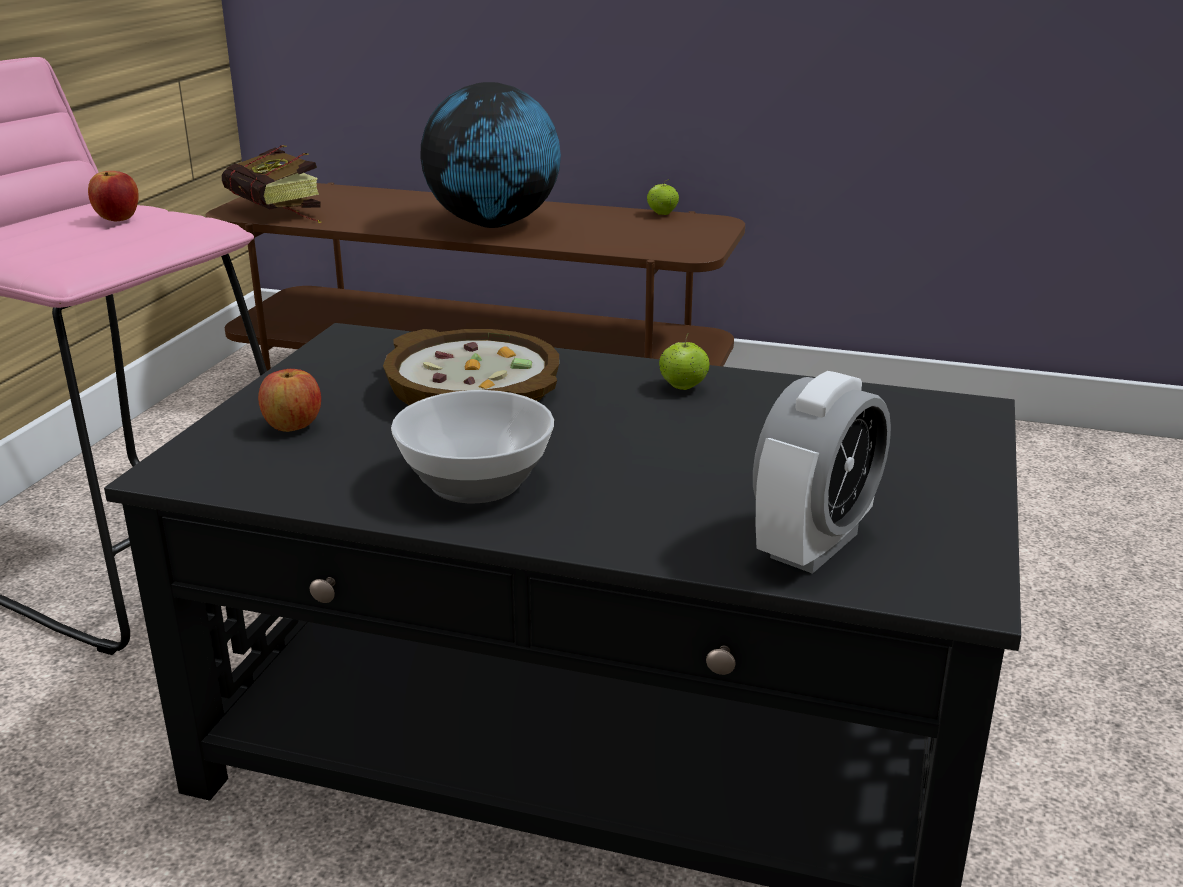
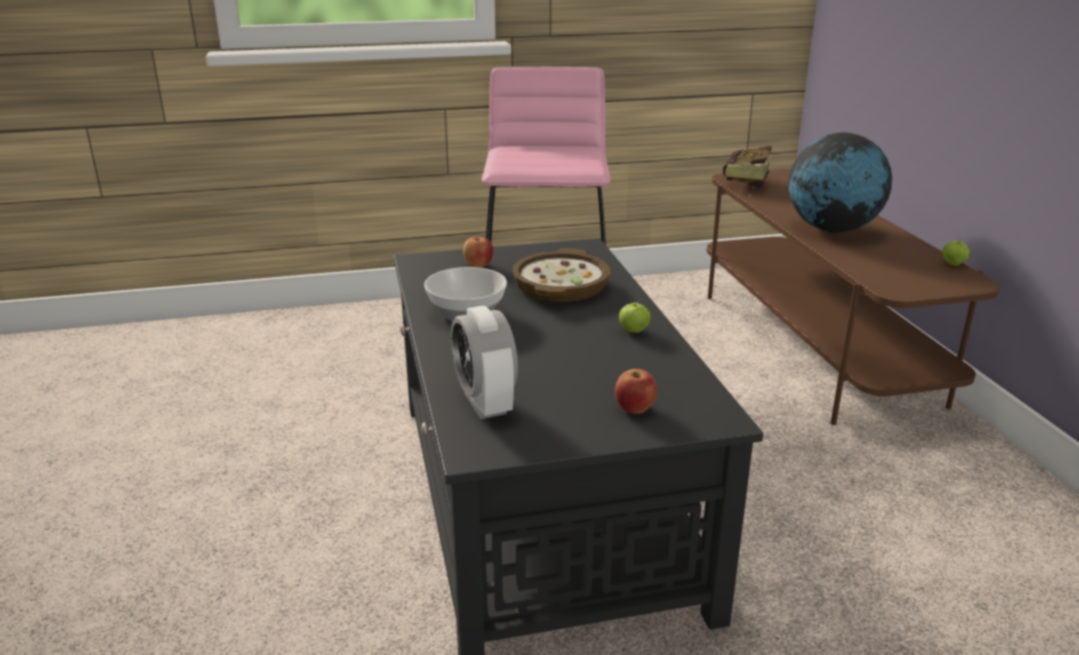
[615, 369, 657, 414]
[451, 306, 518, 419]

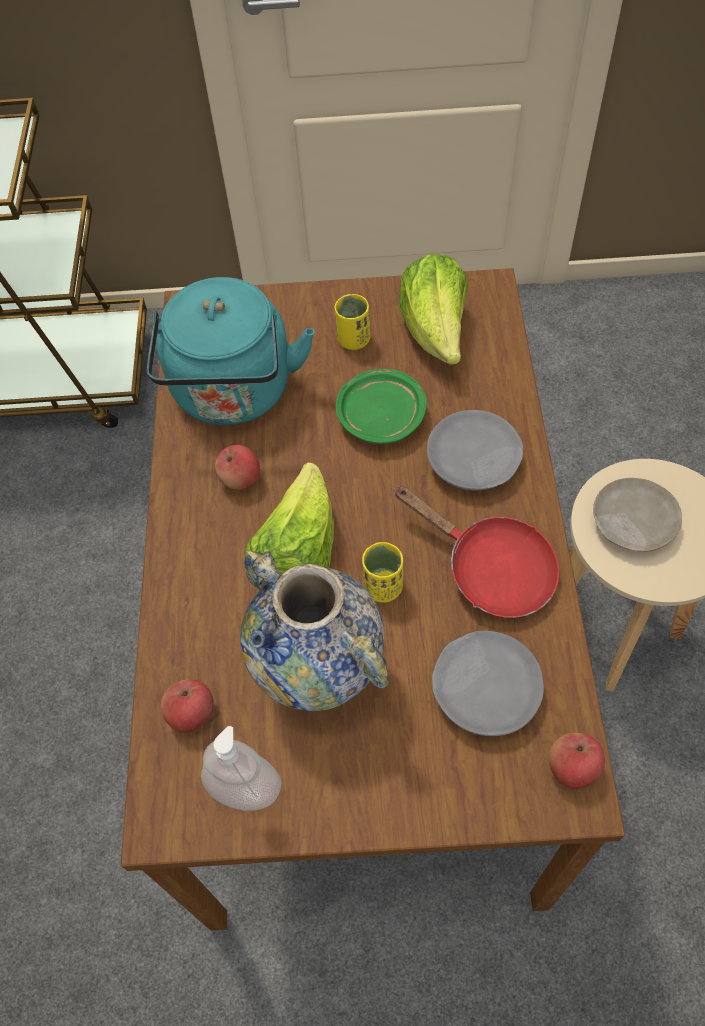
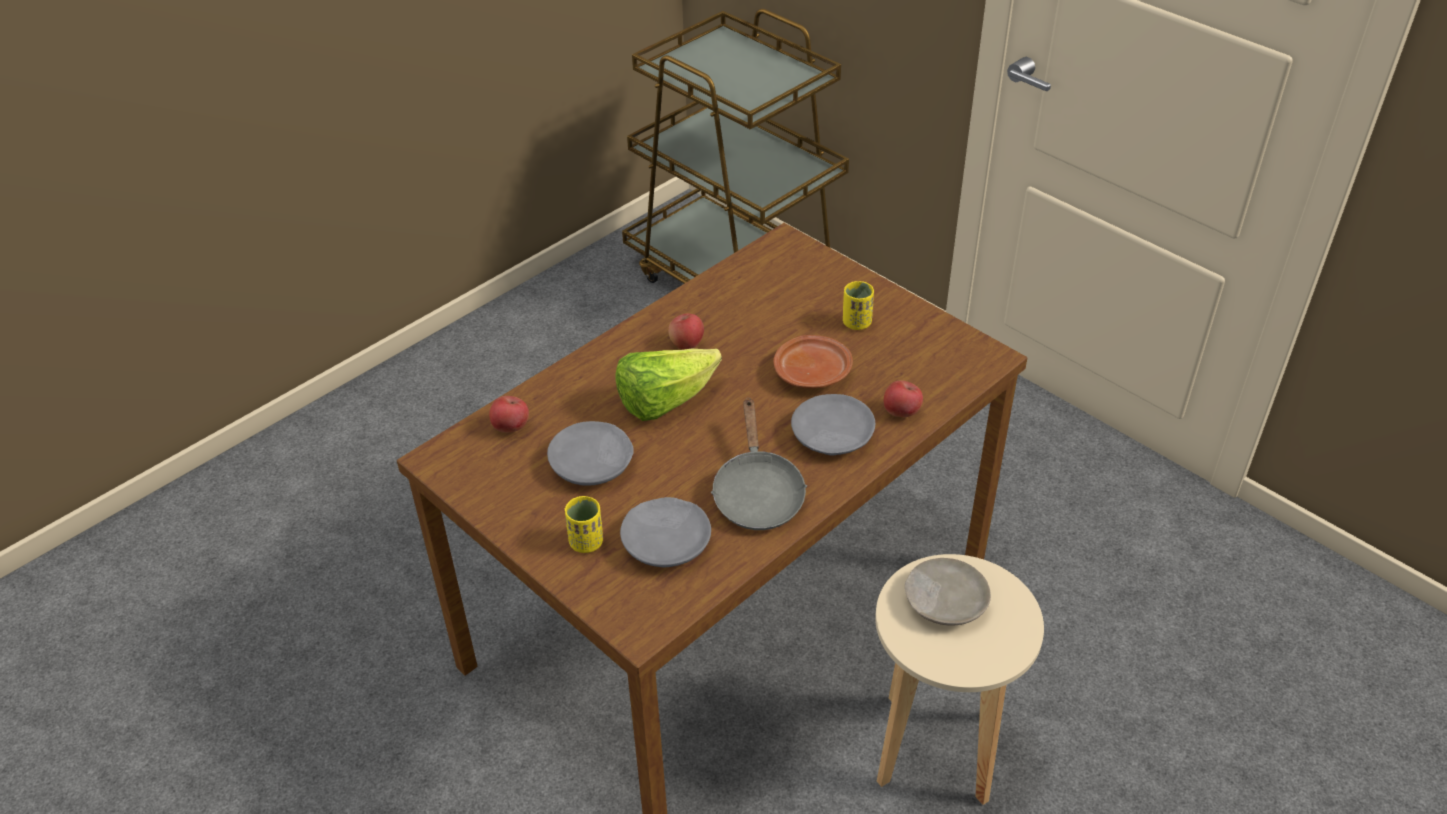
[147, 277, 314, 425] (first image)
[201, 726, 282, 811] (first image)
[547, 421, 634, 486]
[773, 335, 853, 388]
[565, 496, 603, 553]
[711, 398, 807, 530]
[399, 254, 468, 365] (first image)
[884, 380, 923, 417]

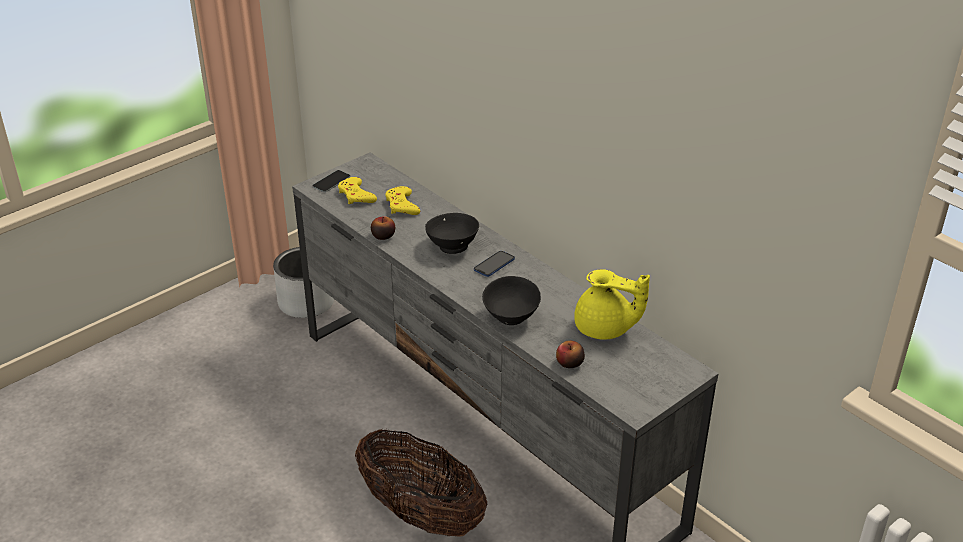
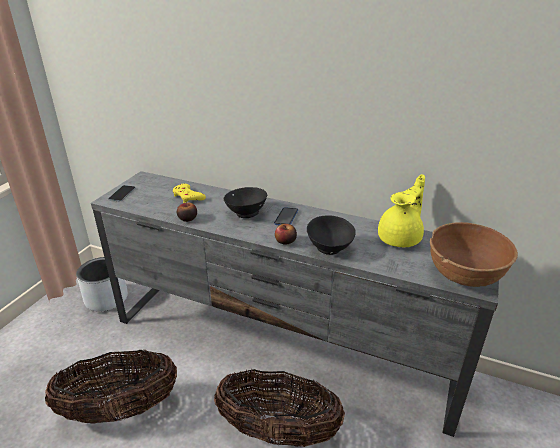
[338, 177, 377, 204] (first image)
[275, 224, 297, 244]
[378, 174, 425, 247]
[45, 349, 177, 424]
[430, 222, 518, 287]

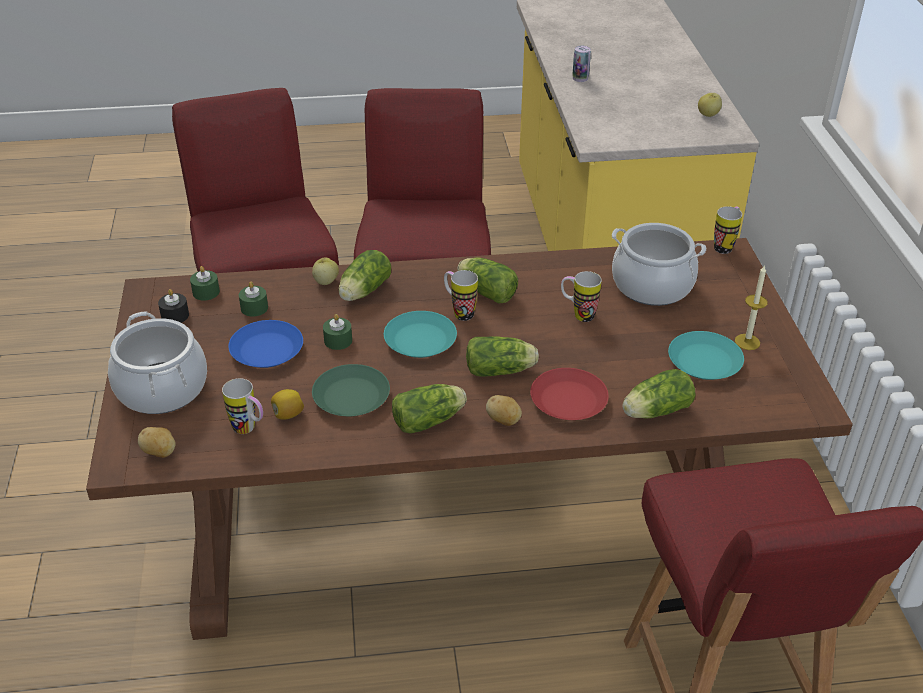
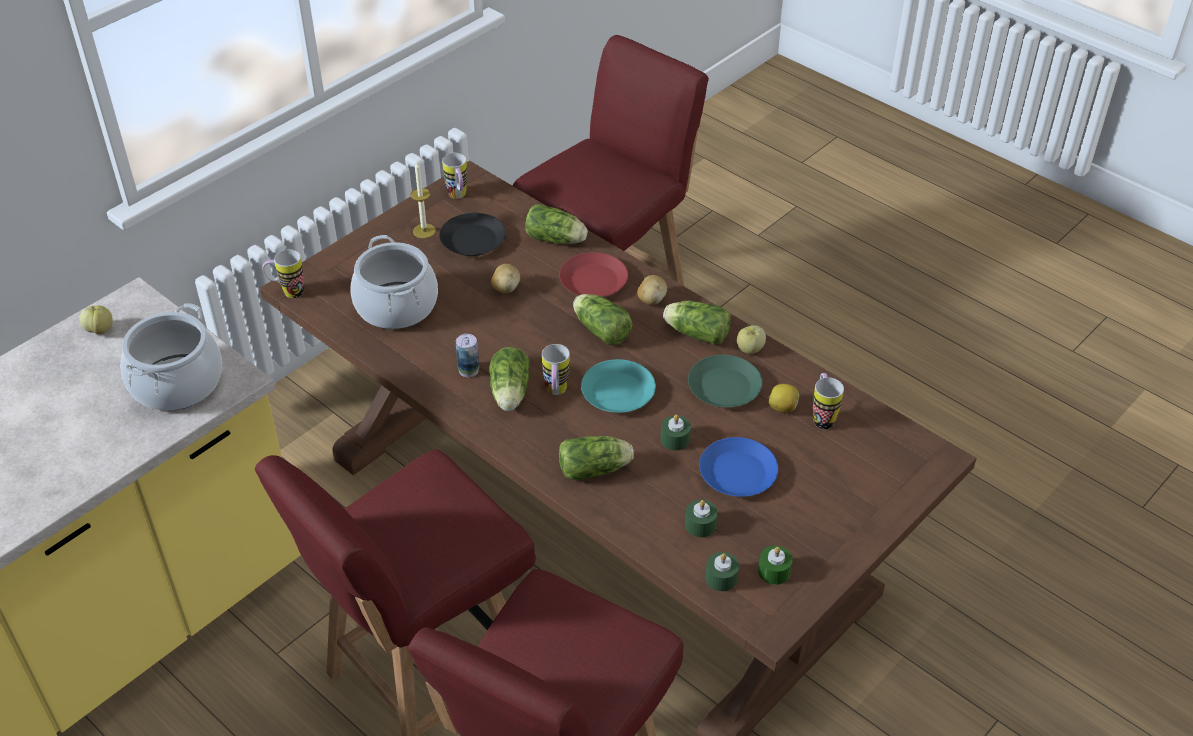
[120, 303, 222, 411]
[491, 264, 520, 293]
[758, 546, 793, 585]
[737, 325, 766, 354]
[442, 153, 467, 199]
[456, 334, 479, 377]
[439, 213, 506, 256]

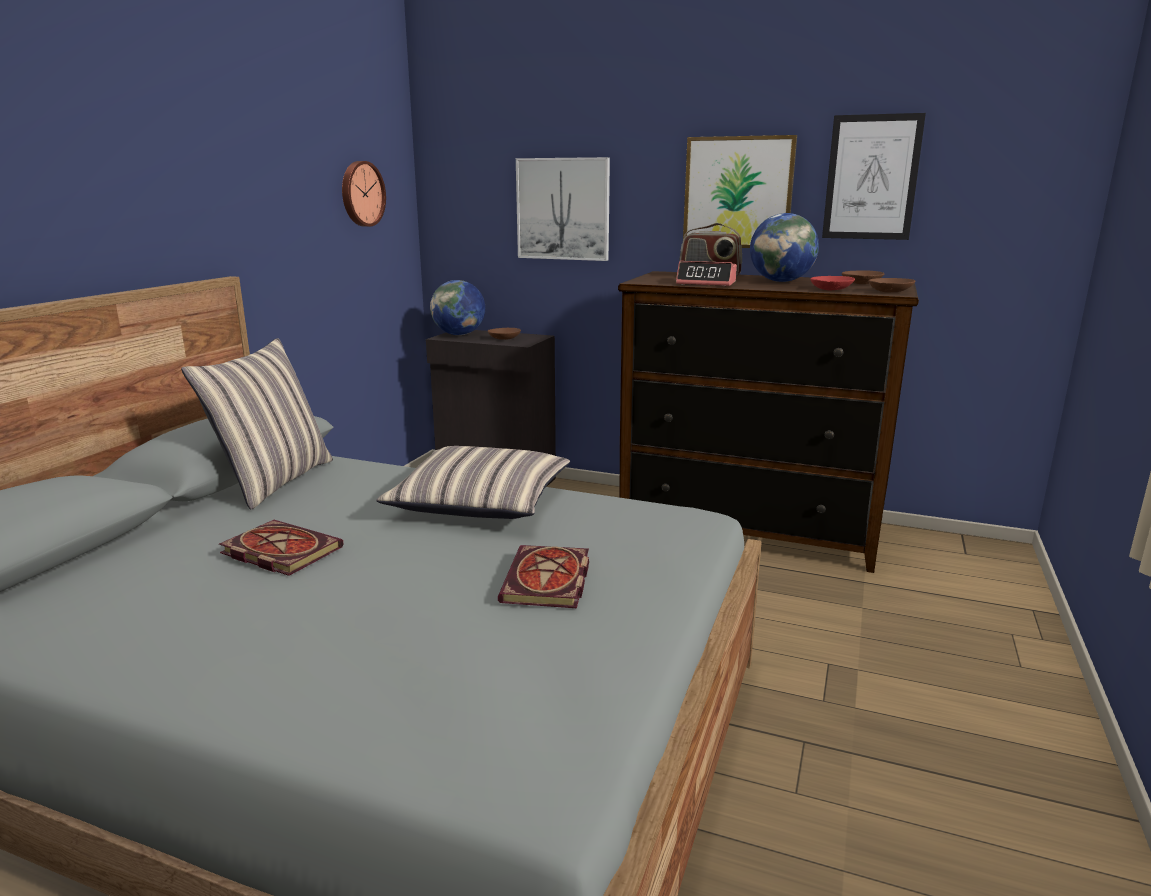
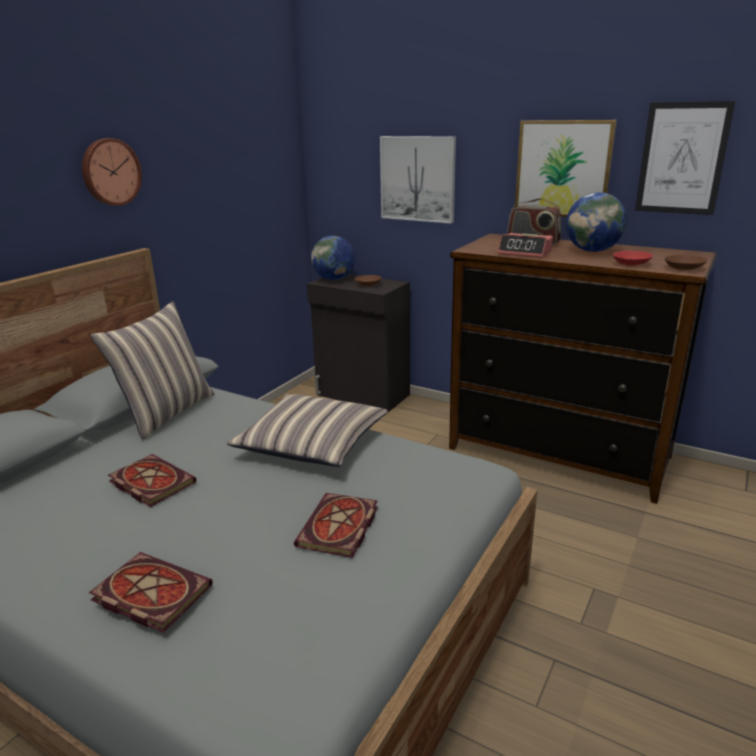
[82, 138, 142, 206]
[842, 271, 884, 284] (first image)
[89, 552, 213, 633]

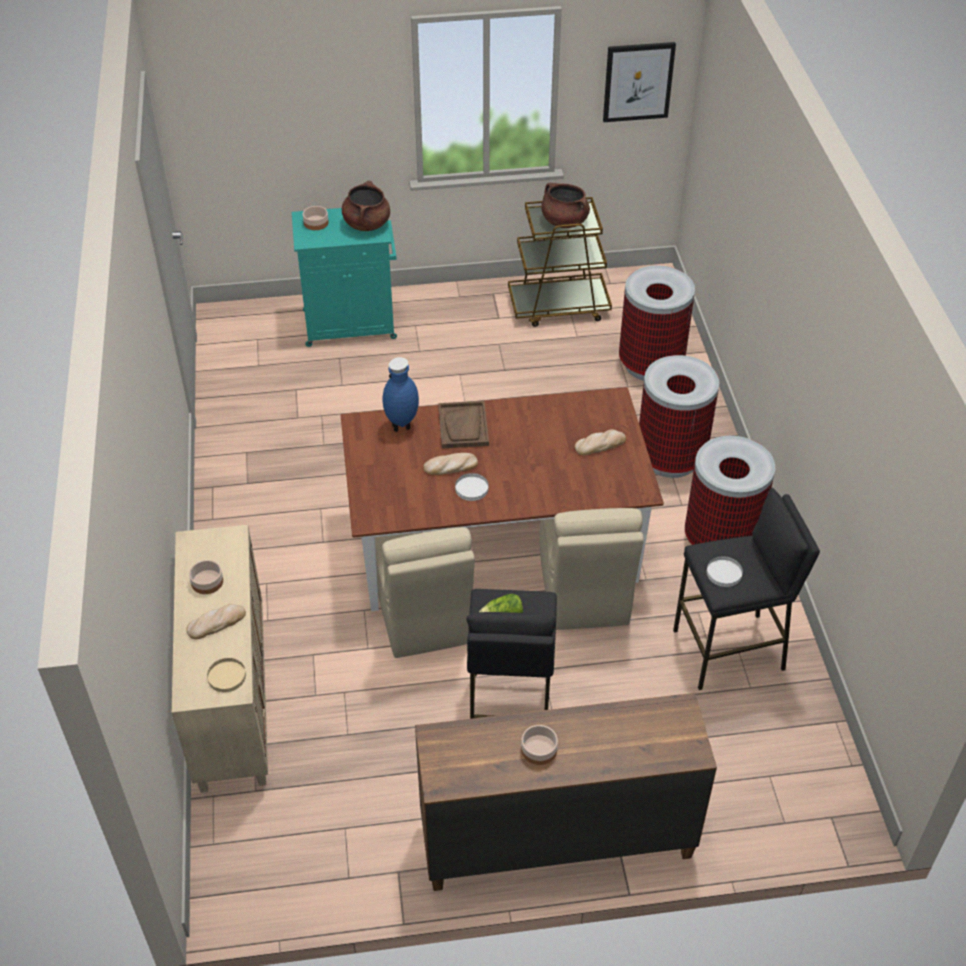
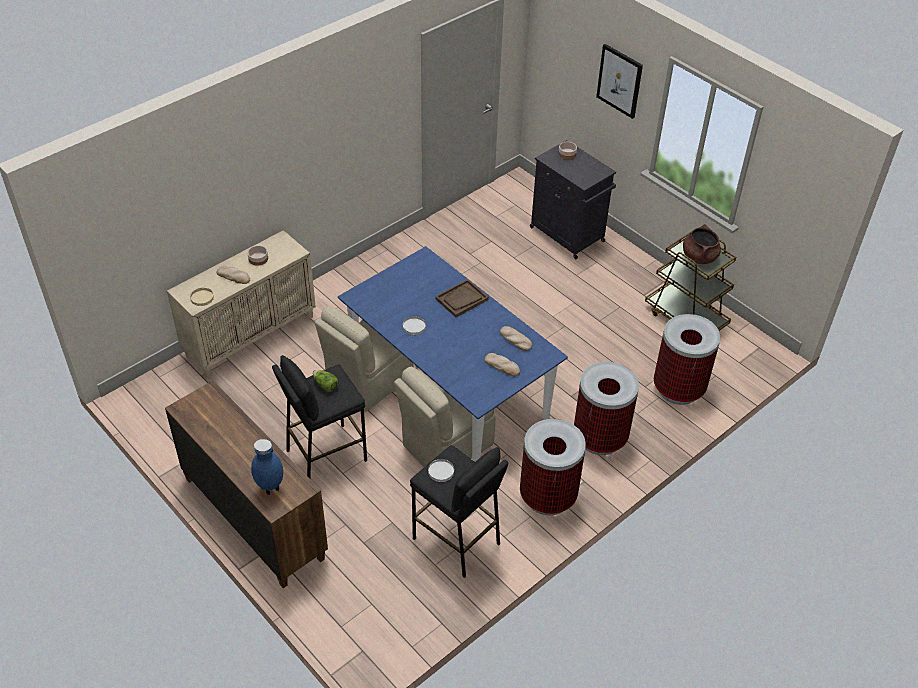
[530, 140, 616, 259]
[338, 246, 568, 462]
[342, 181, 390, 231] (first image)
[251, 439, 283, 495]
[500, 326, 532, 351]
[521, 725, 558, 765] (first image)
[596, 44, 643, 119]

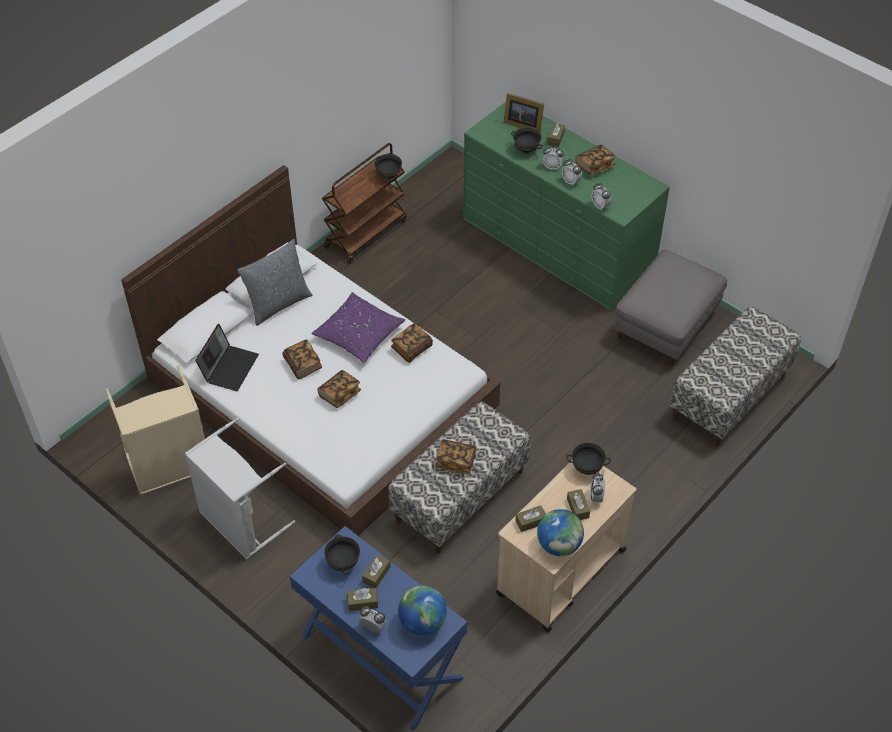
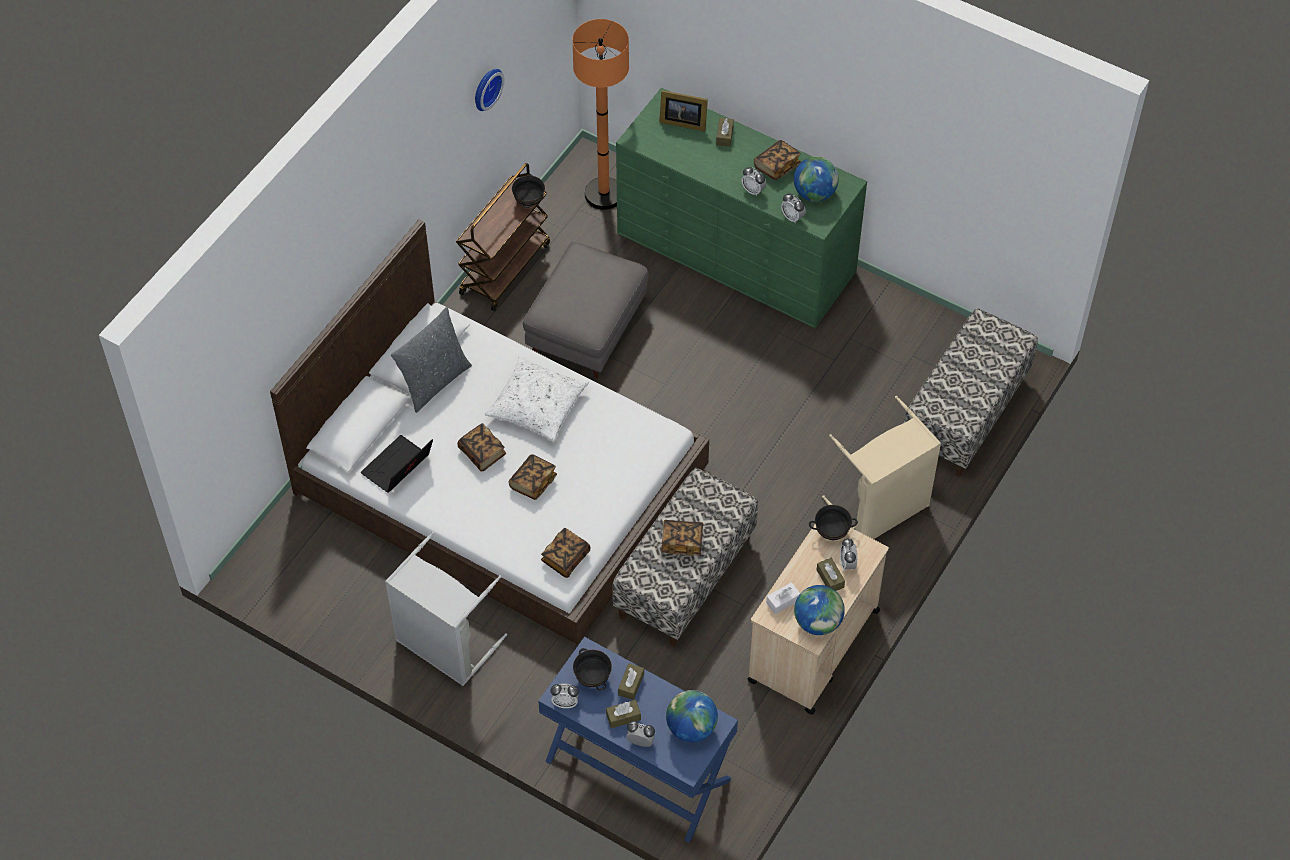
[822, 396, 941, 539]
[361, 435, 433, 493]
[485, 356, 589, 442]
[541, 528, 590, 578]
[511, 127, 543, 154] (first image)
[766, 582, 800, 614]
[551, 683, 579, 708]
[523, 242, 649, 379]
[475, 69, 505, 111]
[572, 19, 629, 210]
[794, 156, 839, 202]

